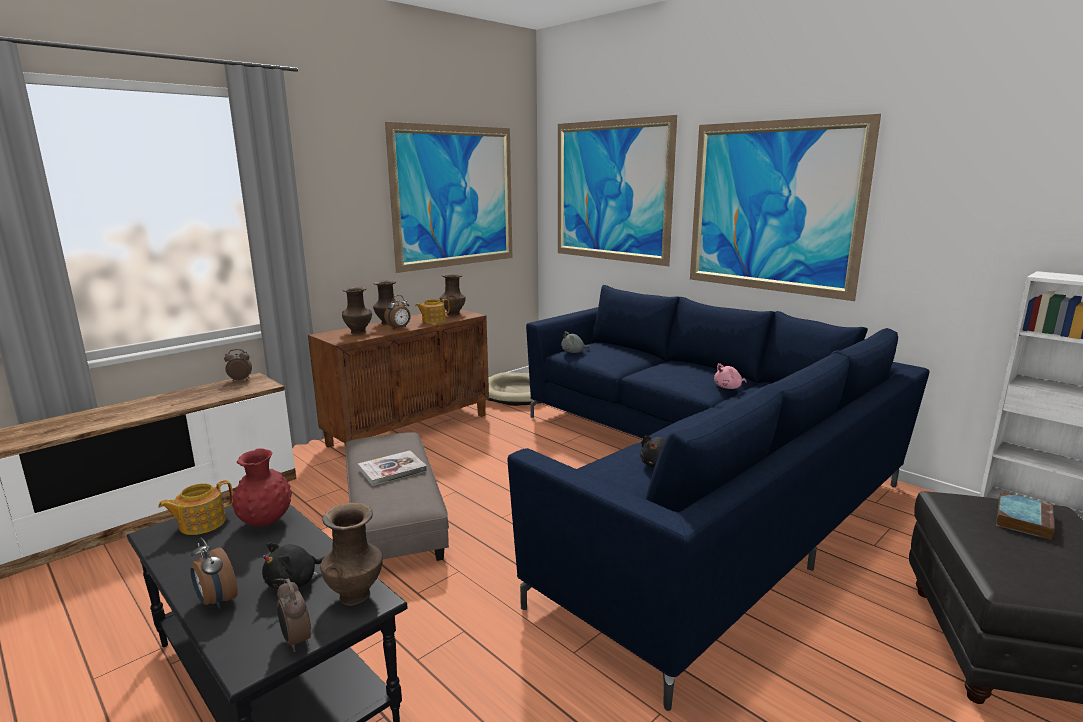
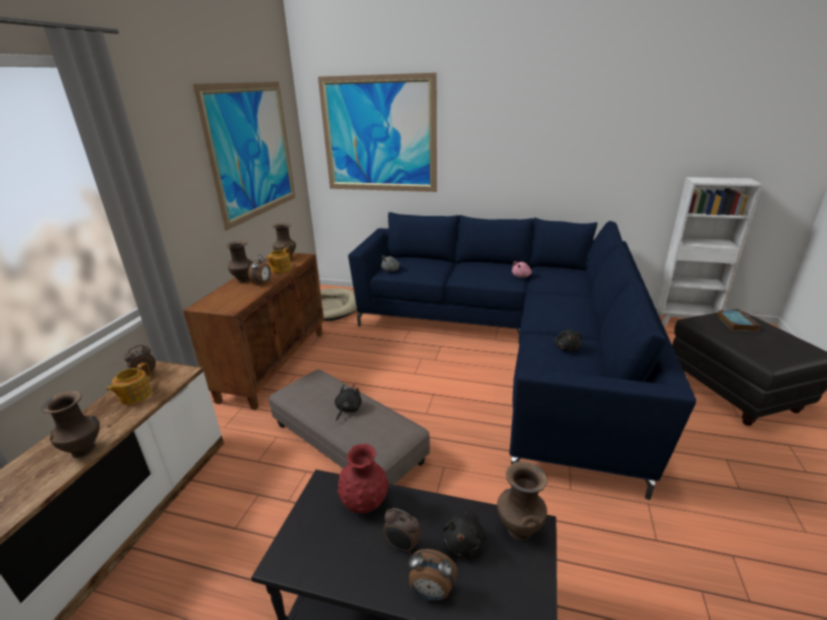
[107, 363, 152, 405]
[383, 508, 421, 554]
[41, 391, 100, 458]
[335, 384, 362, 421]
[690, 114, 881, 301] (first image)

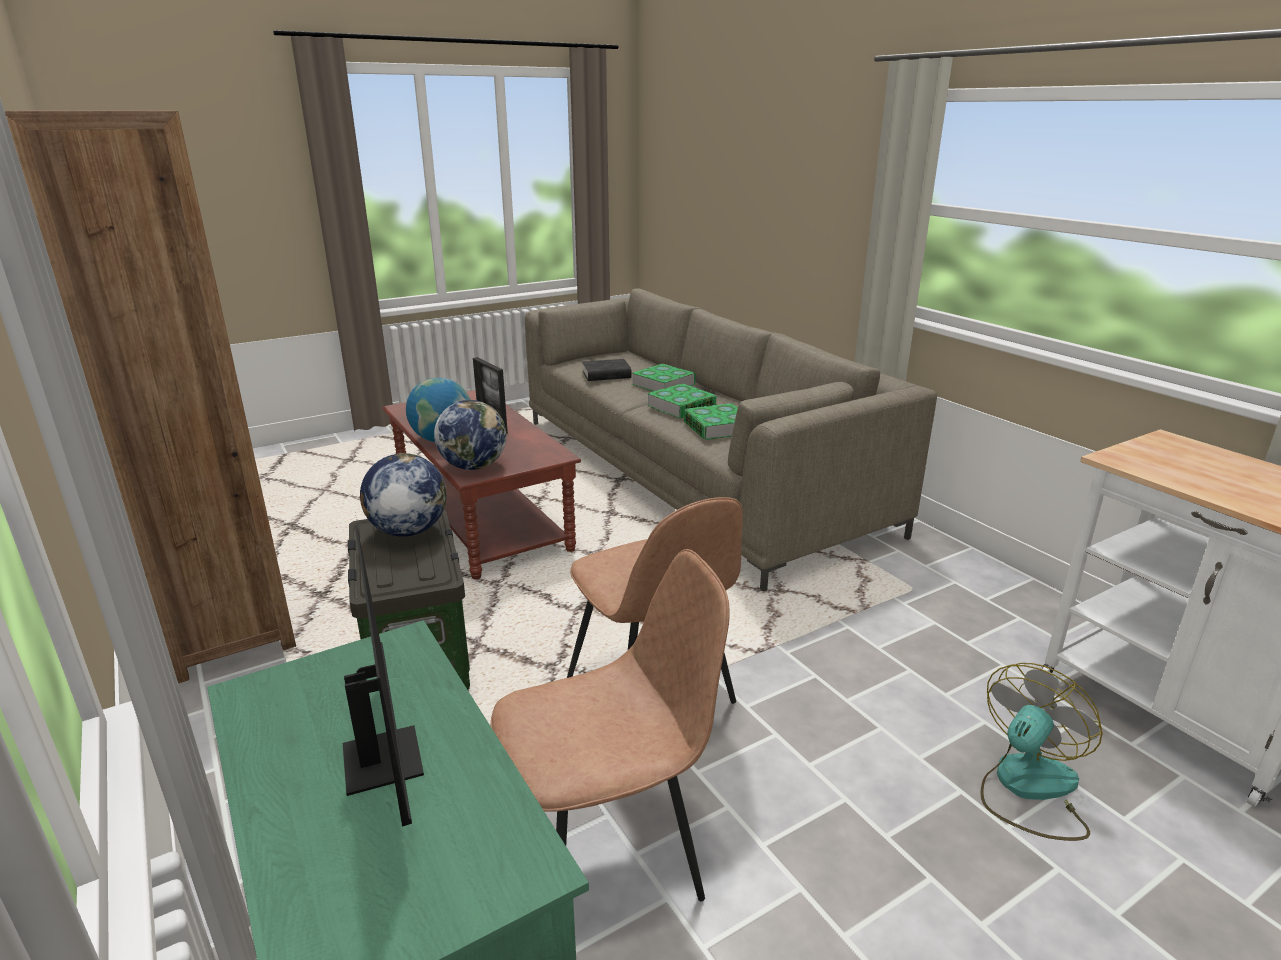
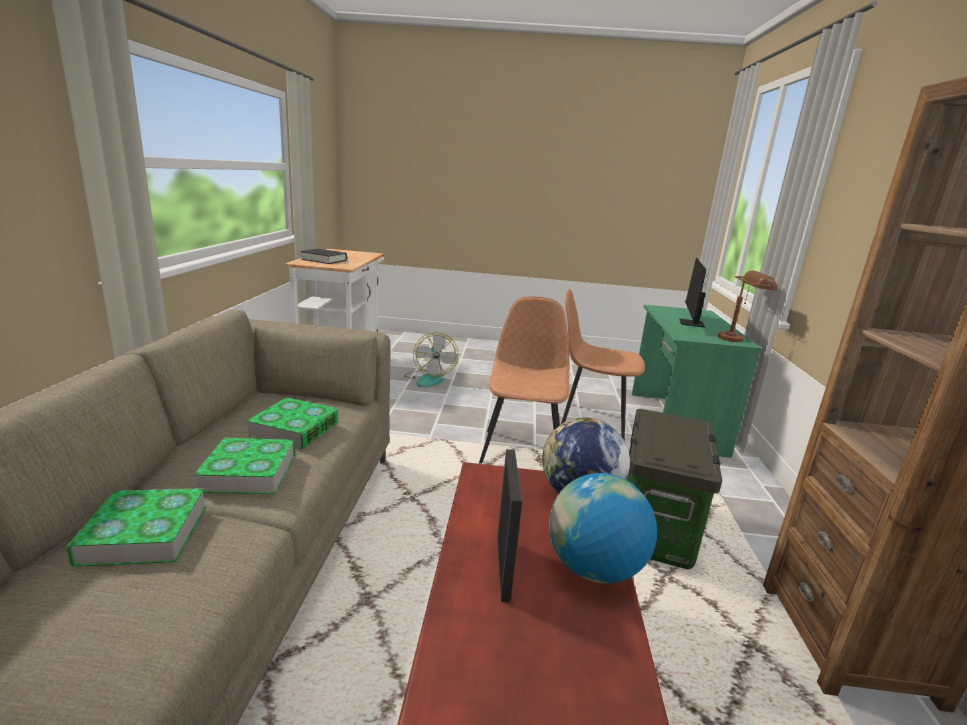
[360, 453, 447, 537] (first image)
[301, 249, 347, 264]
[404, 332, 458, 387]
[718, 271, 777, 342]

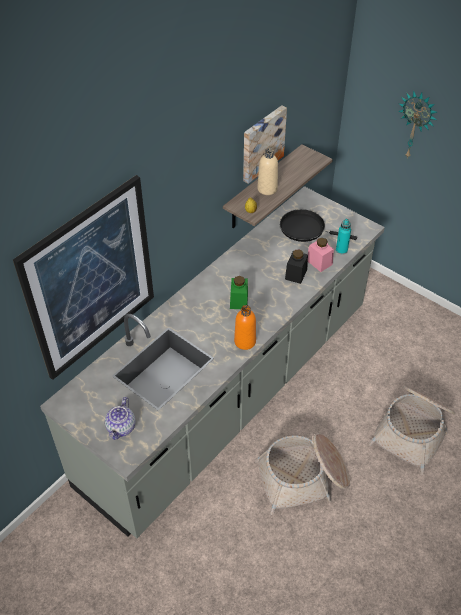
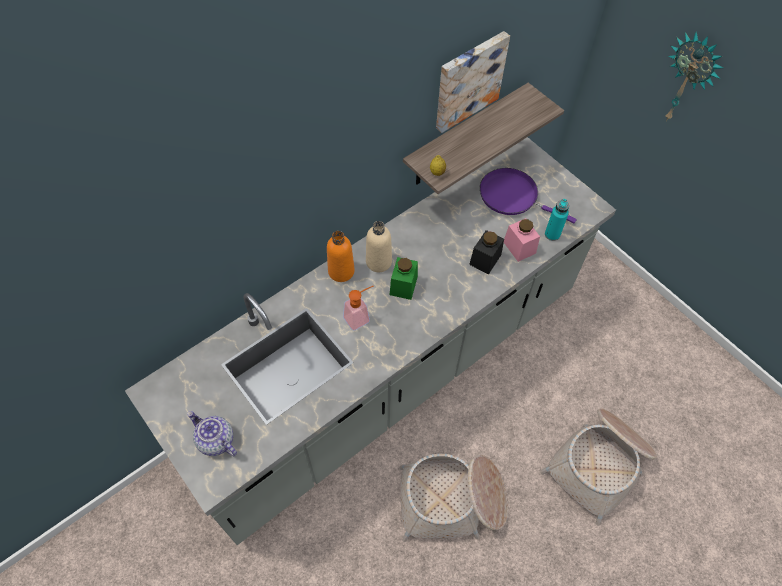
[13, 175, 154, 380] (first image)
[187, 411, 237, 456]
[327, 231, 355, 282]
[366, 221, 392, 272]
[480, 168, 577, 224]
[343, 286, 373, 331]

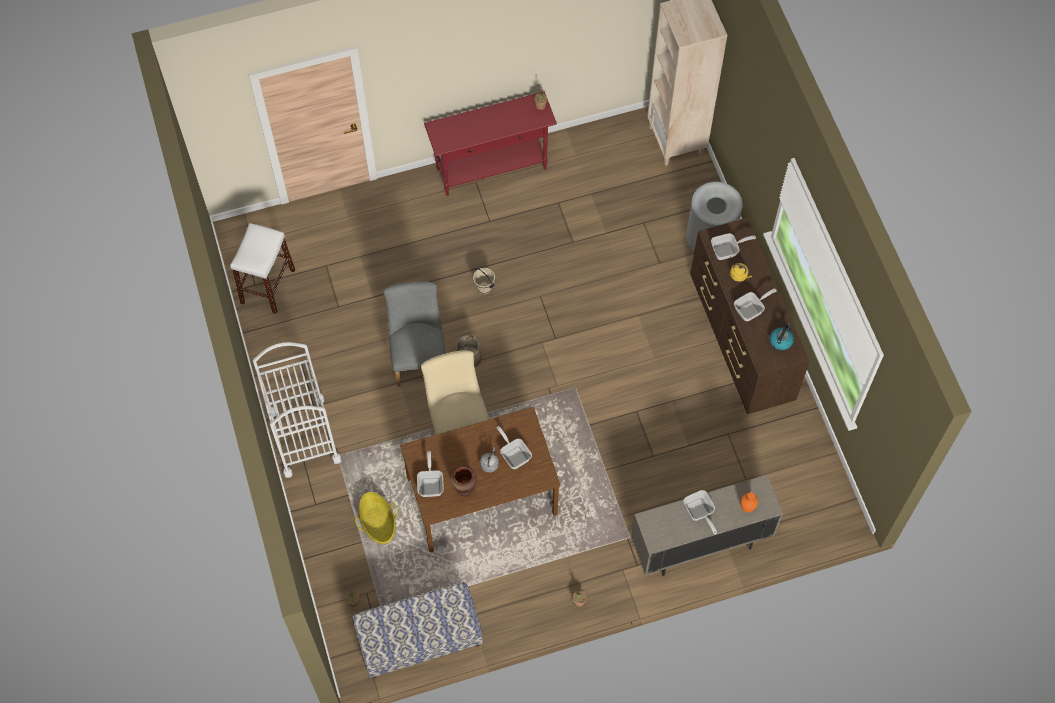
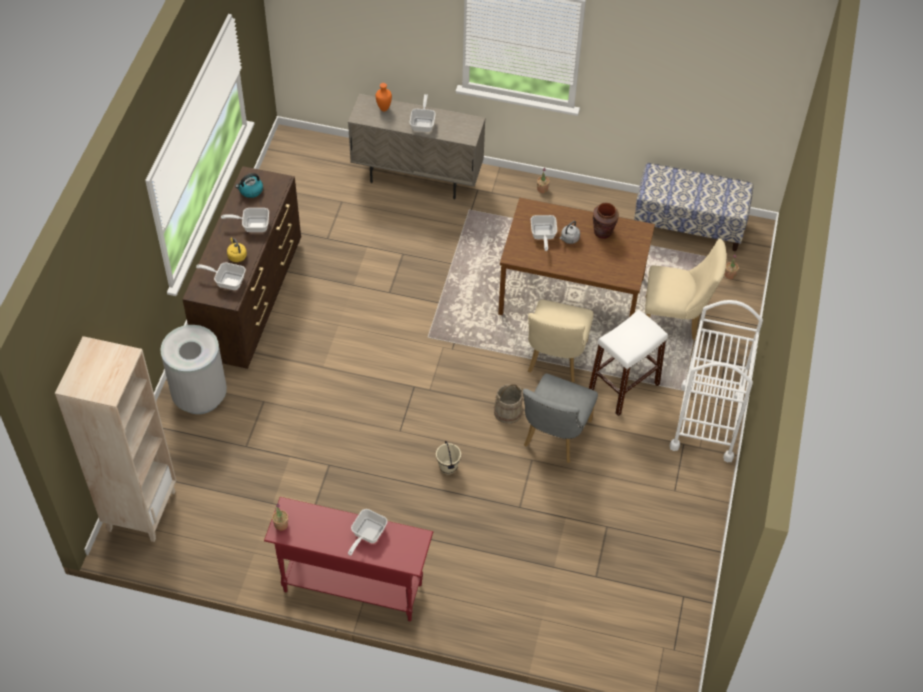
[589, 310, 668, 416]
[645, 239, 727, 340]
[348, 509, 387, 556]

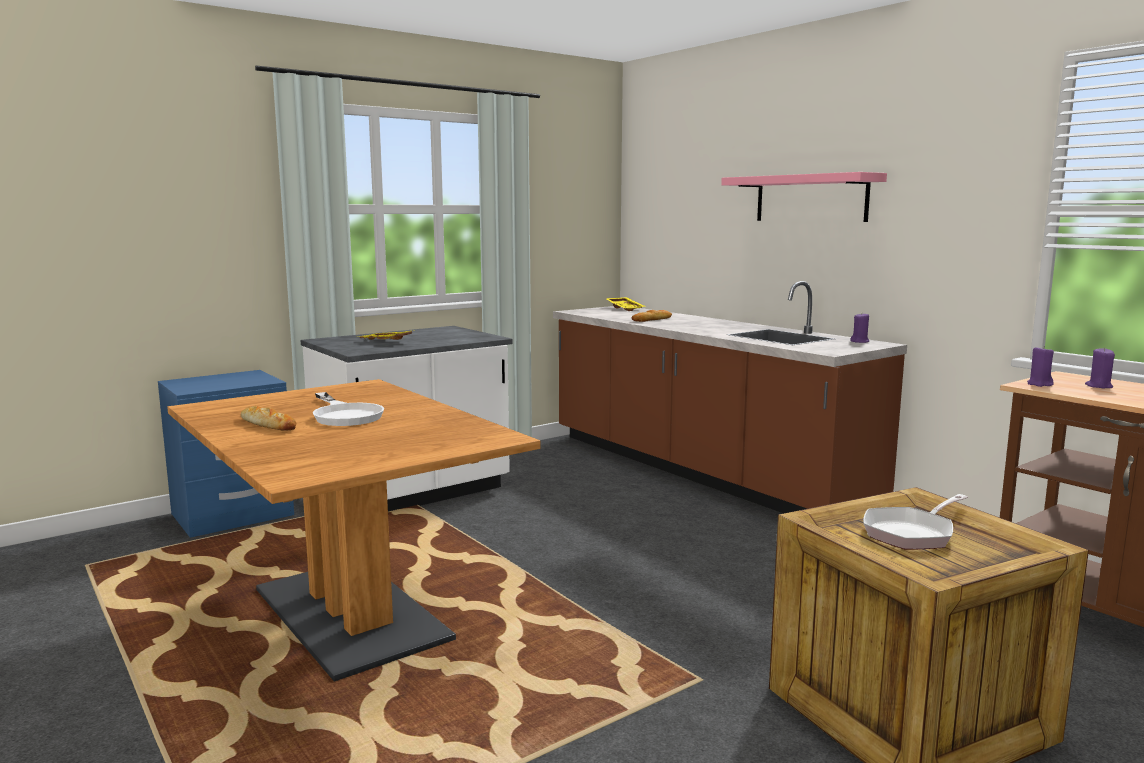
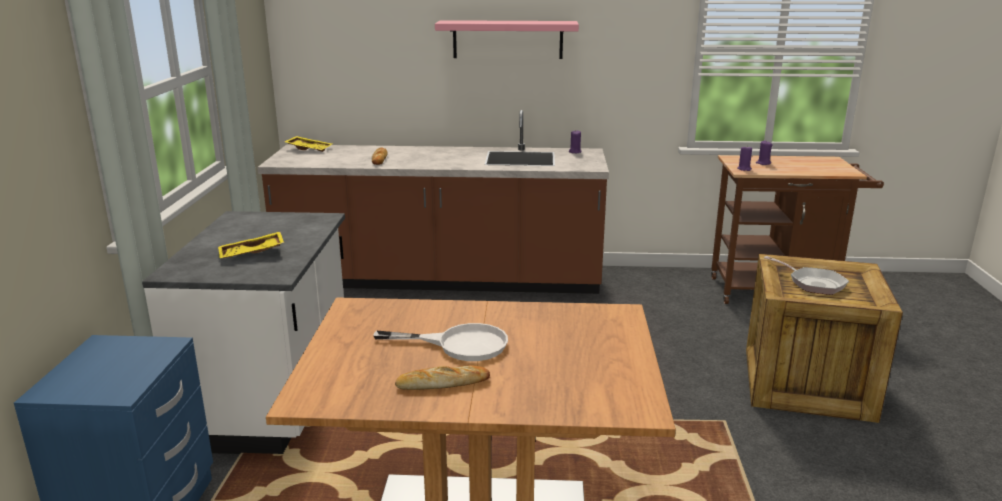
[764, 256, 849, 295]

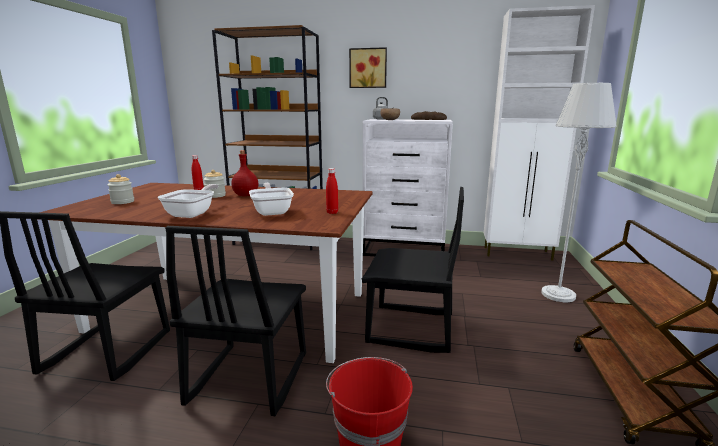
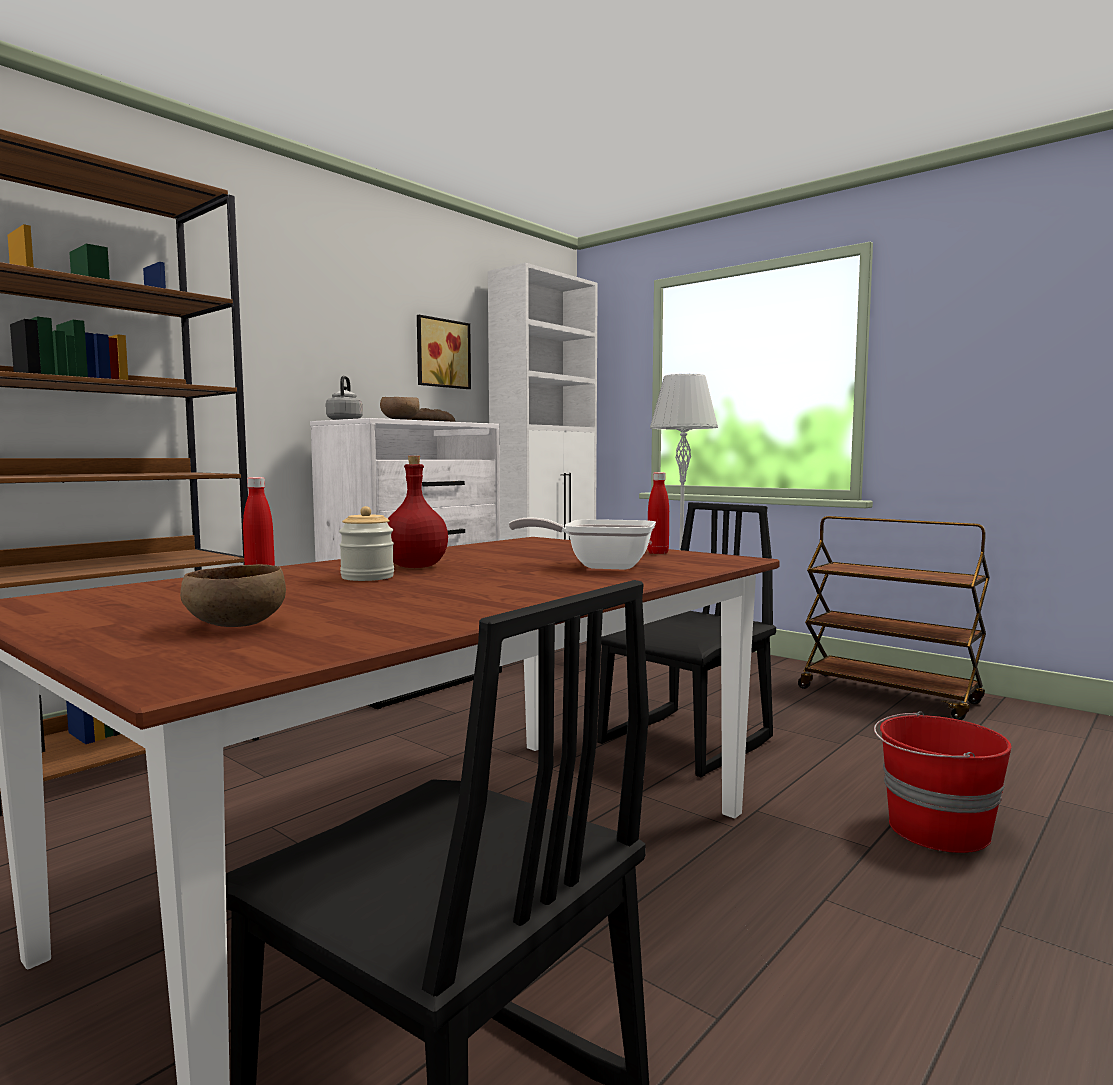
[180, 564, 286, 627]
[158, 184, 218, 218] (first image)
[165, 226, 306, 416] (first image)
[417, 315, 471, 389]

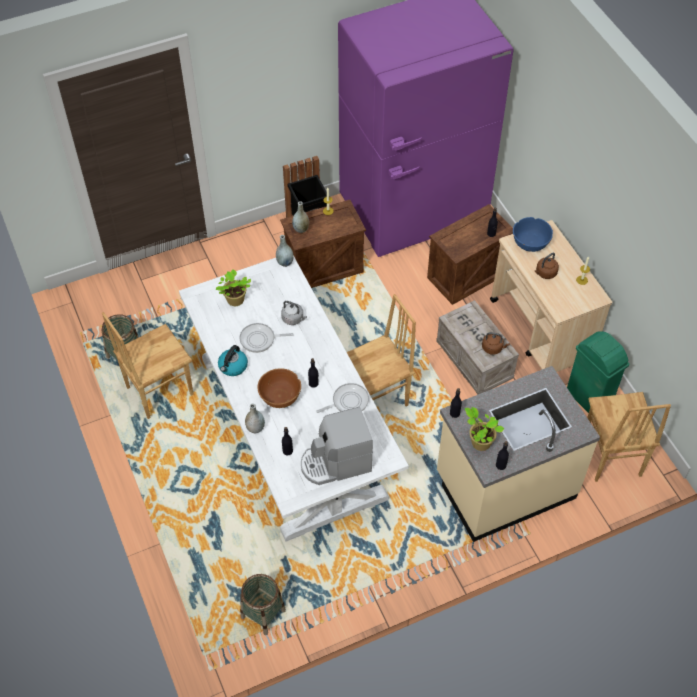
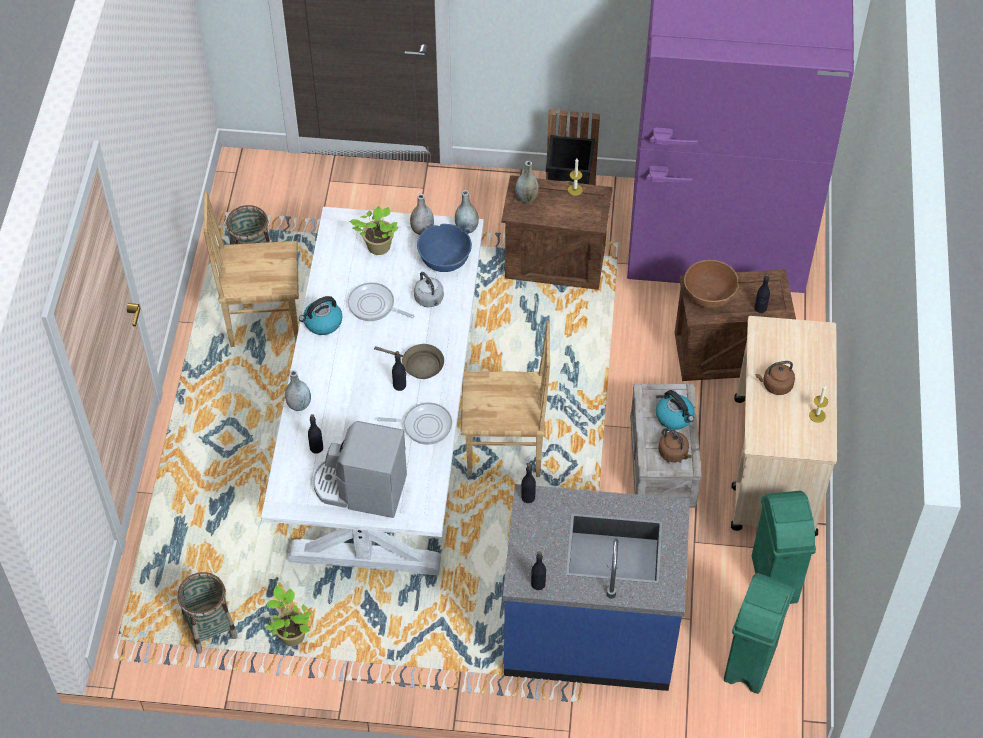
[684, 260, 739, 308]
[503, 484, 690, 691]
[265, 585, 312, 646]
[417, 224, 472, 272]
[724, 573, 794, 694]
[374, 344, 444, 379]
[410, 194, 434, 235]
[656, 390, 694, 430]

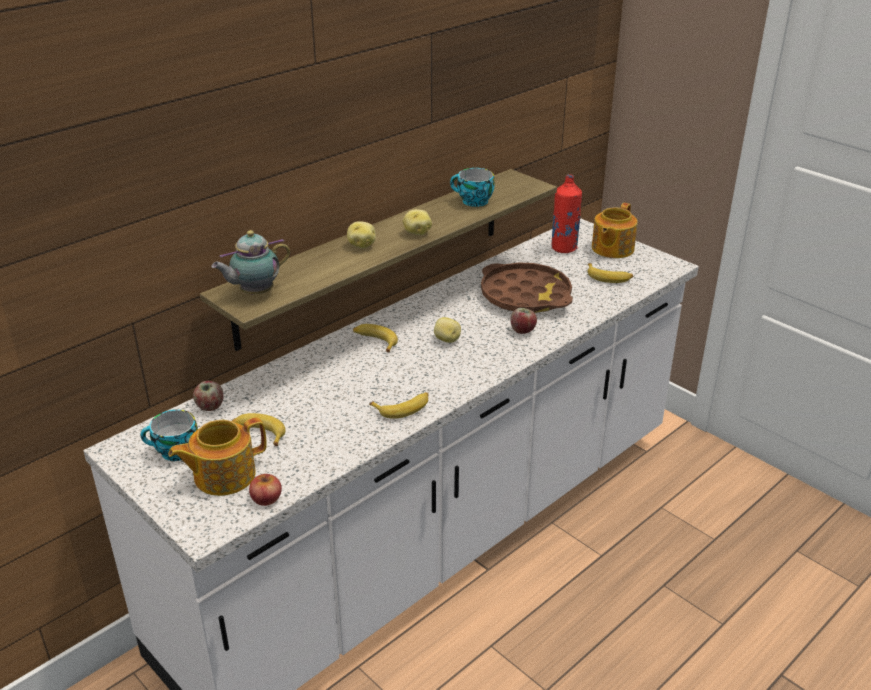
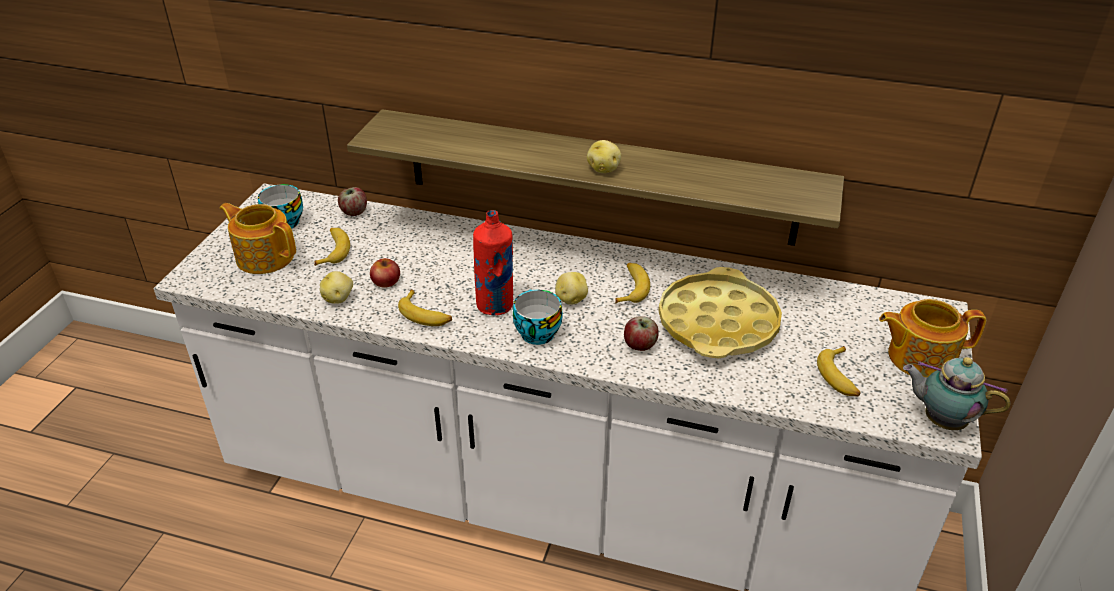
[903, 357, 1010, 430]
[370, 258, 400, 288]
[320, 271, 353, 304]
[615, 263, 650, 303]
[513, 290, 563, 345]
[658, 267, 782, 358]
[473, 210, 513, 316]

